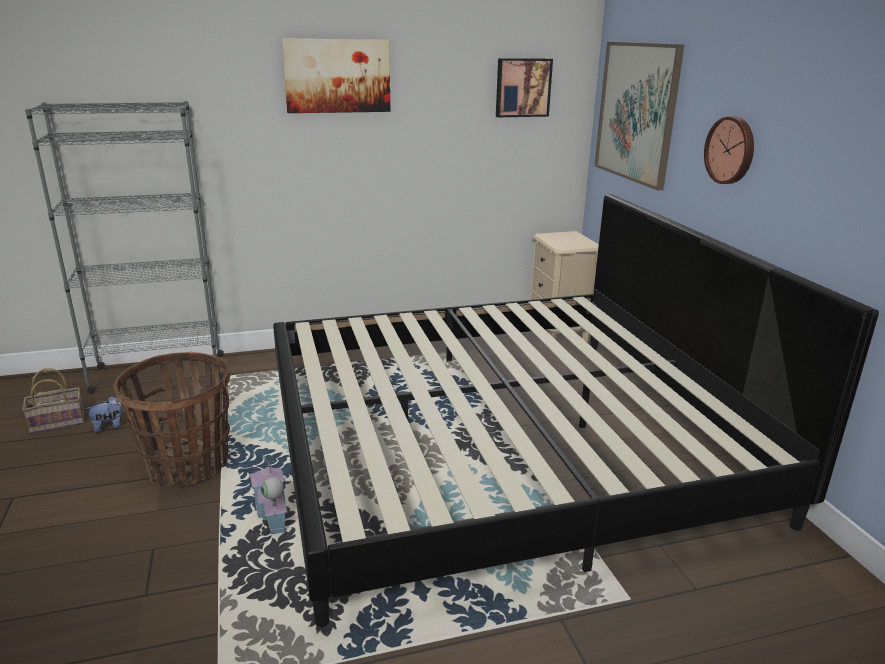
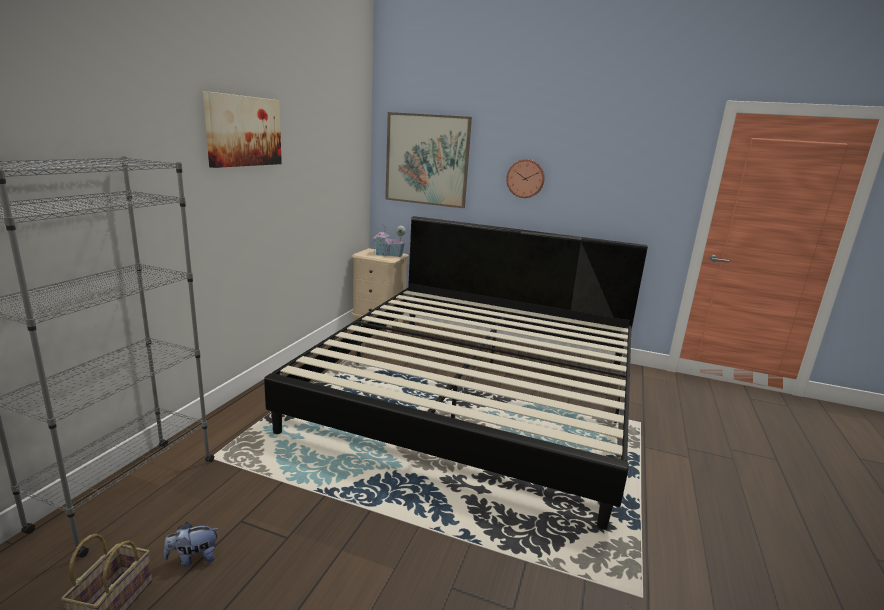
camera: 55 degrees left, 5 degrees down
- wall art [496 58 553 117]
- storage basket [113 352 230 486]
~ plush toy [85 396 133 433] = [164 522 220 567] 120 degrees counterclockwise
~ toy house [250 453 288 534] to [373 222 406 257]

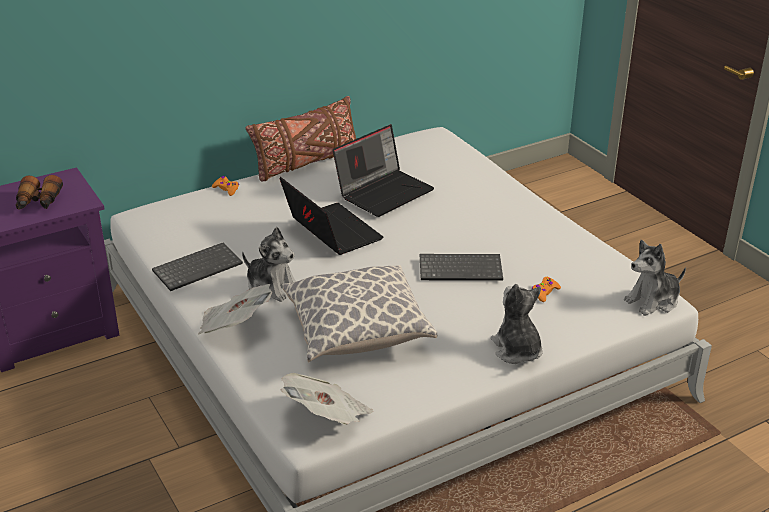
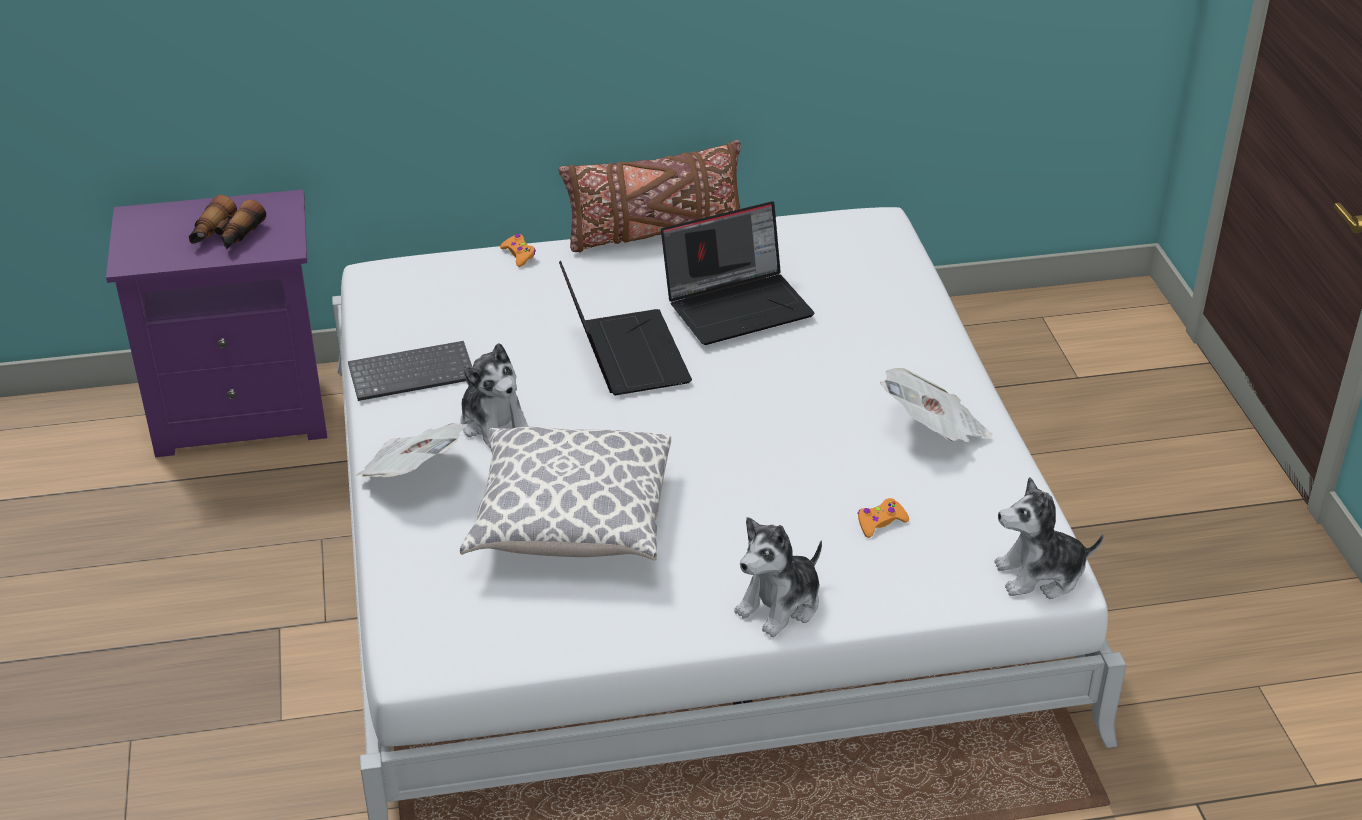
camera: 20 degrees right, 5 degrees up
- PC keyboard [420 254 503 280]
~ plush toy [491 284 543 364] = [734 517 822 637] 135 degrees counterclockwise
~ daily paper [281 373 373 425] to [880 368 992 442]

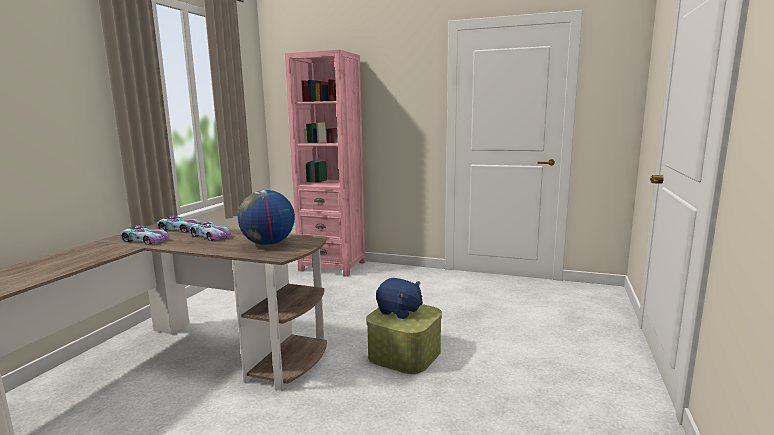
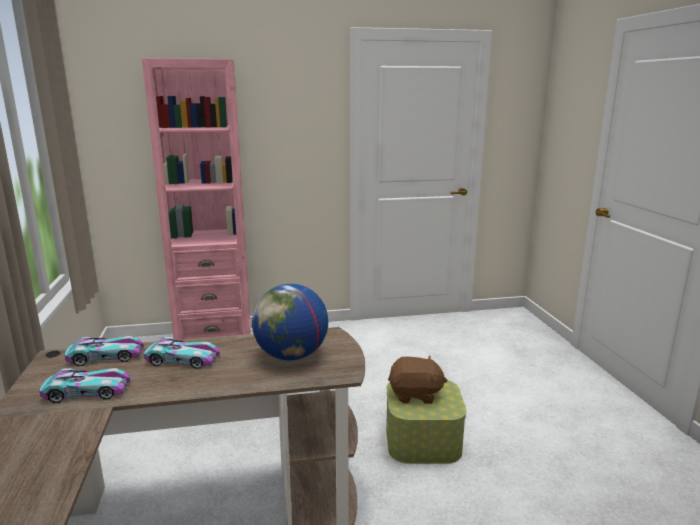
camera: 30 degrees left, 5 degrees up
~ blue plush toy [376 278 423 319] to brownish plush toy [388 356 447 404]

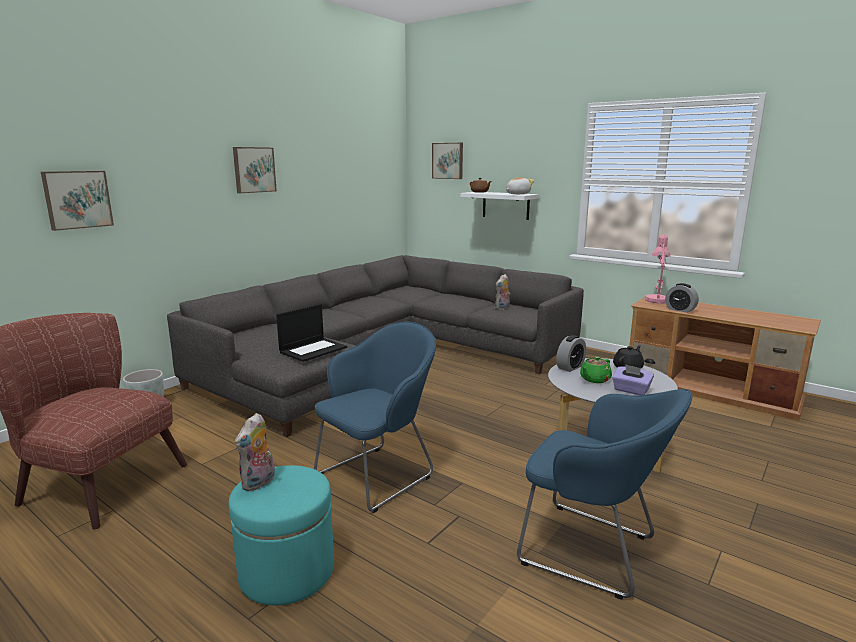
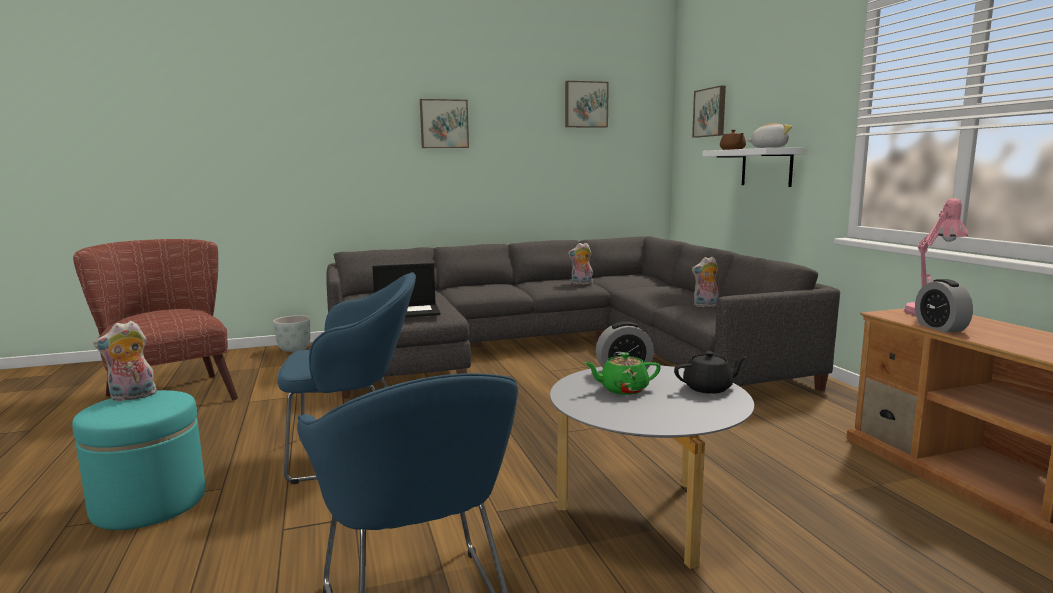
camera: 35 degrees right, 5 degrees down
~ wall art [41 171 114 231] to [565 81 609 128]
- purple box of tissues [612 364 654 395]
+ plush toy [568 243 593 285]

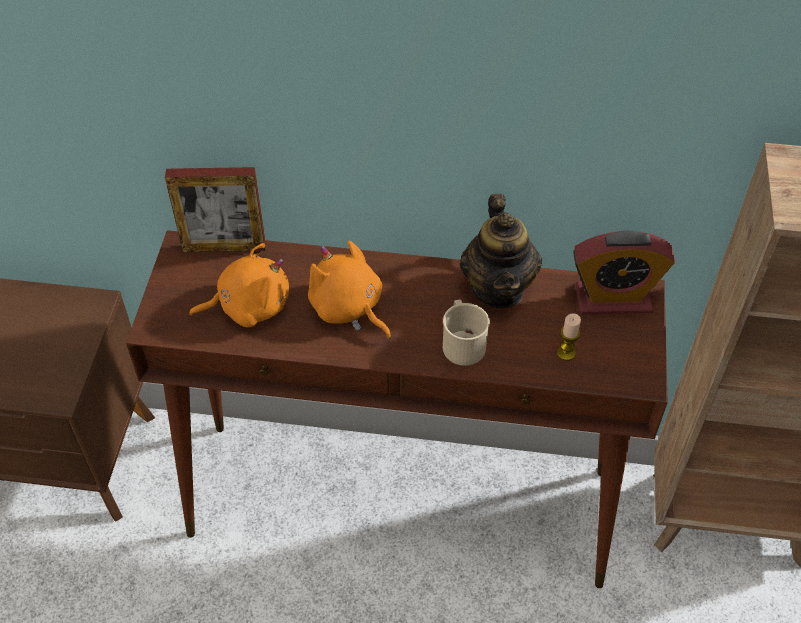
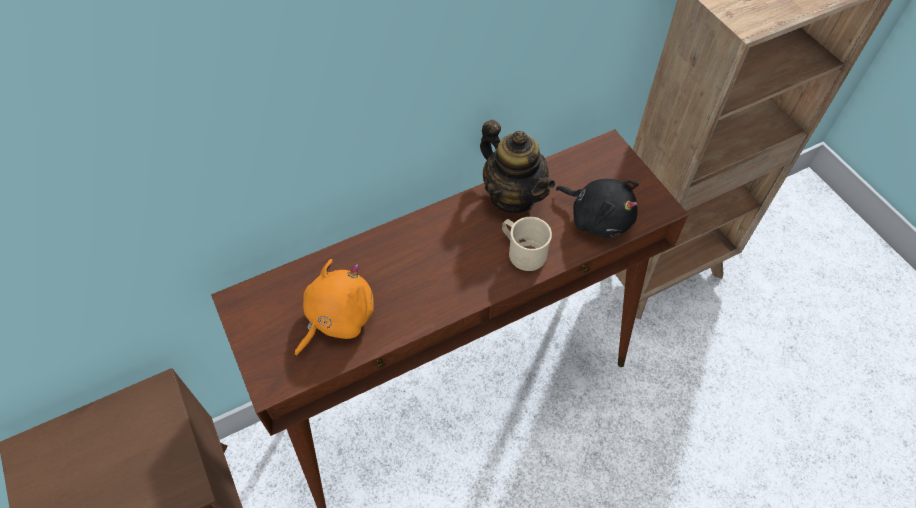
camera: 35 degrees left, 5 degrees up
- picture frame [165 167 266 252]
- bedside clock [573 230 675 314]
- orange plush toy [308 240 391 339]
~ wax candle [557 313 581 361] to black-coloured plush toy [556 179 639 238]

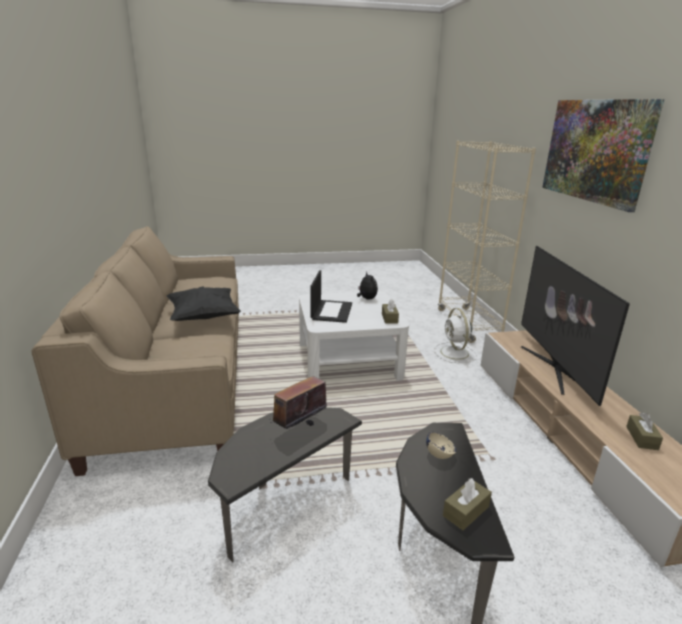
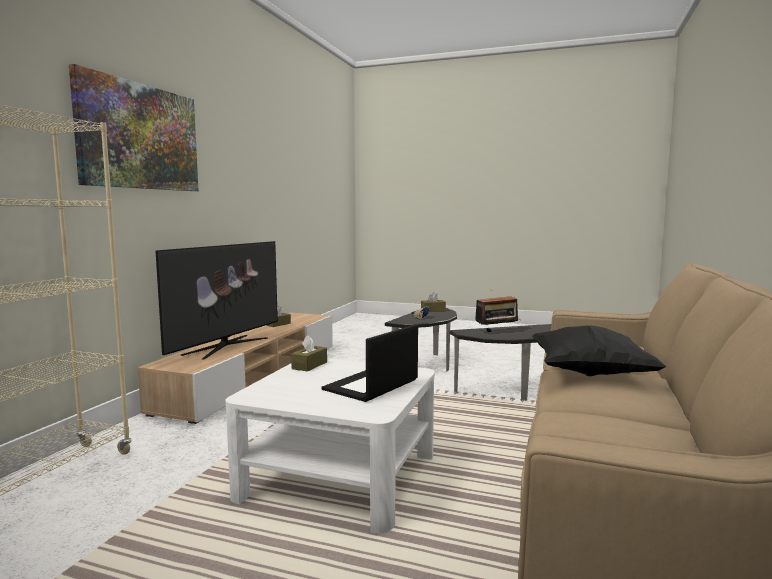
camera: 150 degrees left, 15 degrees down
- plush toy [357 272 378 300]
- whitish fan [434 308 477 363]

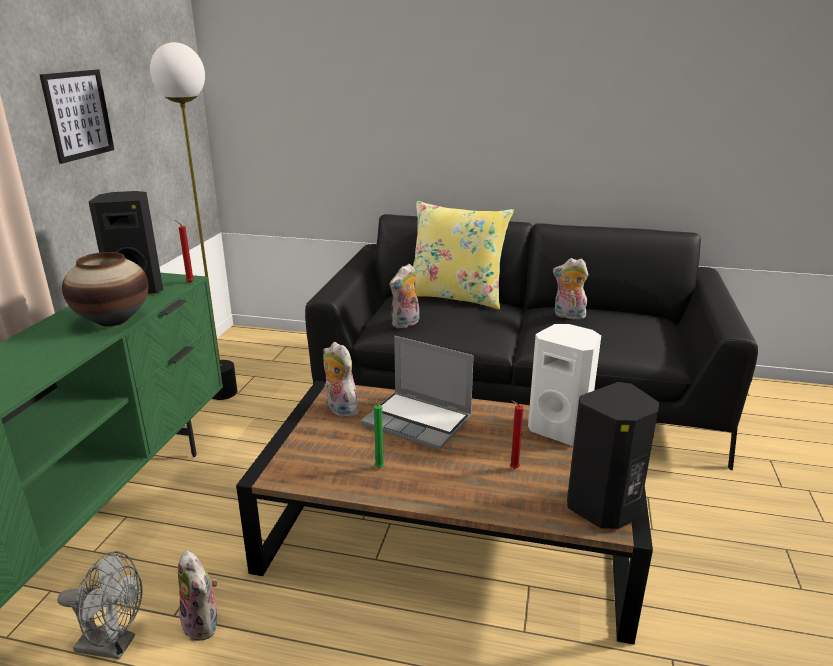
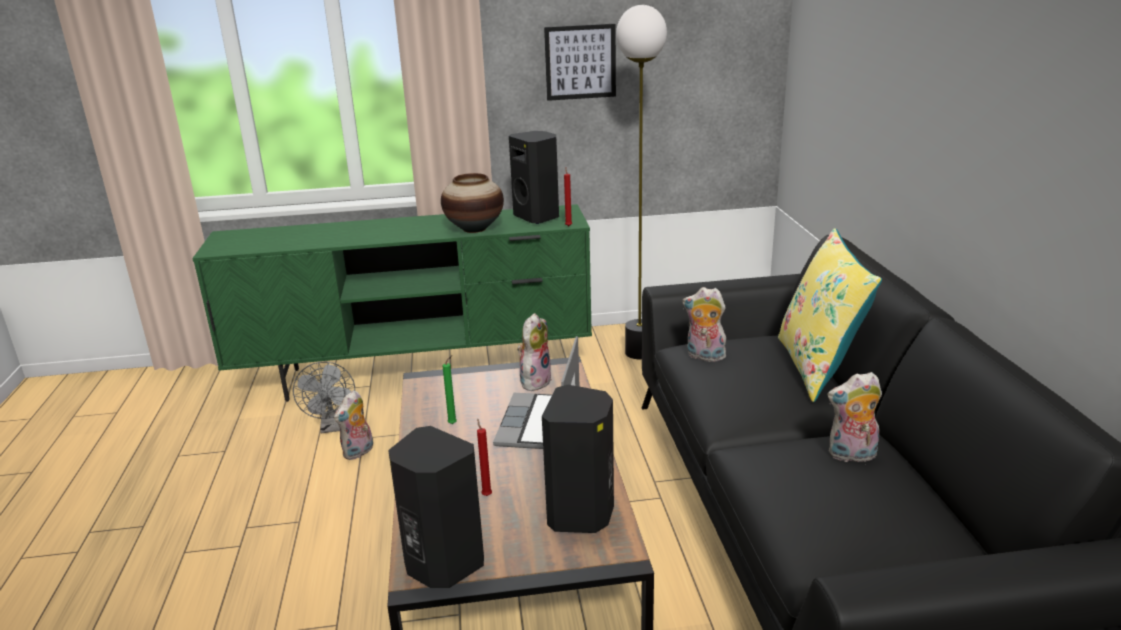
camera: 70 degrees right, 0 degrees up
~ plush toy [553 258 589 319] = [827 372 882 464] 90 degrees counterclockwise
~ whitish loudspeaker [528 324 601 446] to black-coloured loudspeaker [542 385 614 533]

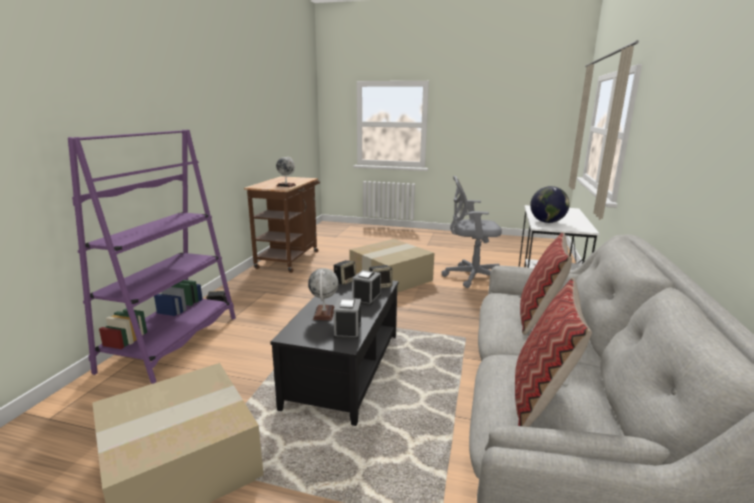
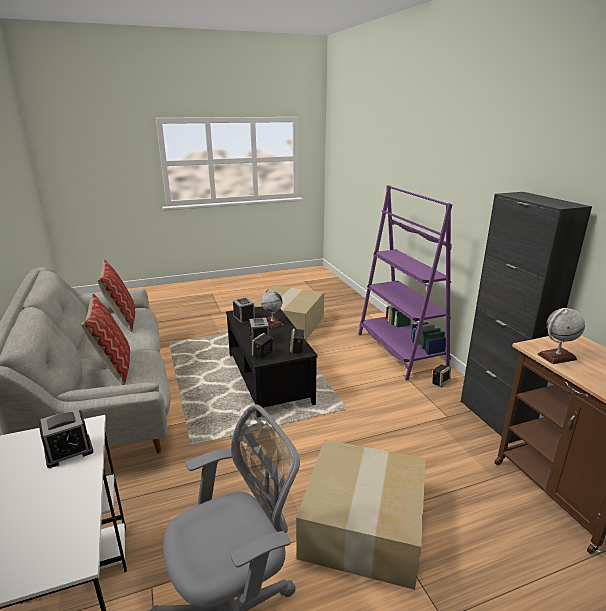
camera: 145 degrees right, 5 degrees up
~ world globe [530 186 570 223] to bedside clock [39 408 94 468]
+ black-coloured storage cabinet [461 192 592 443]

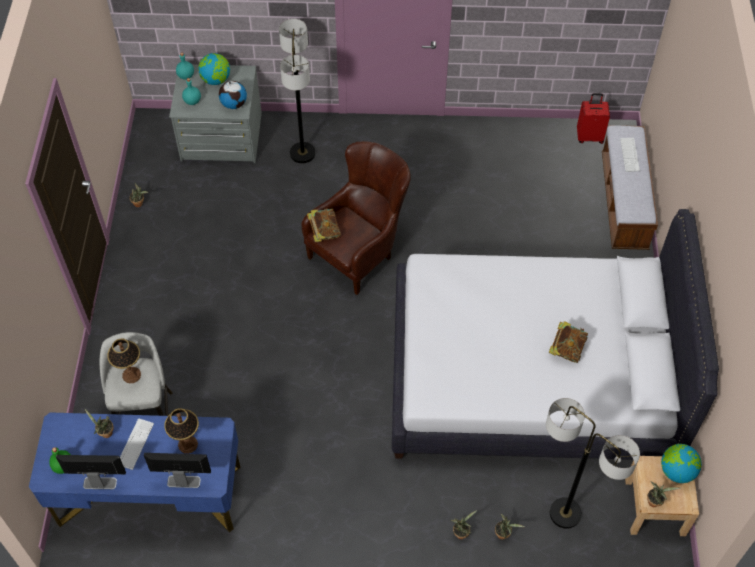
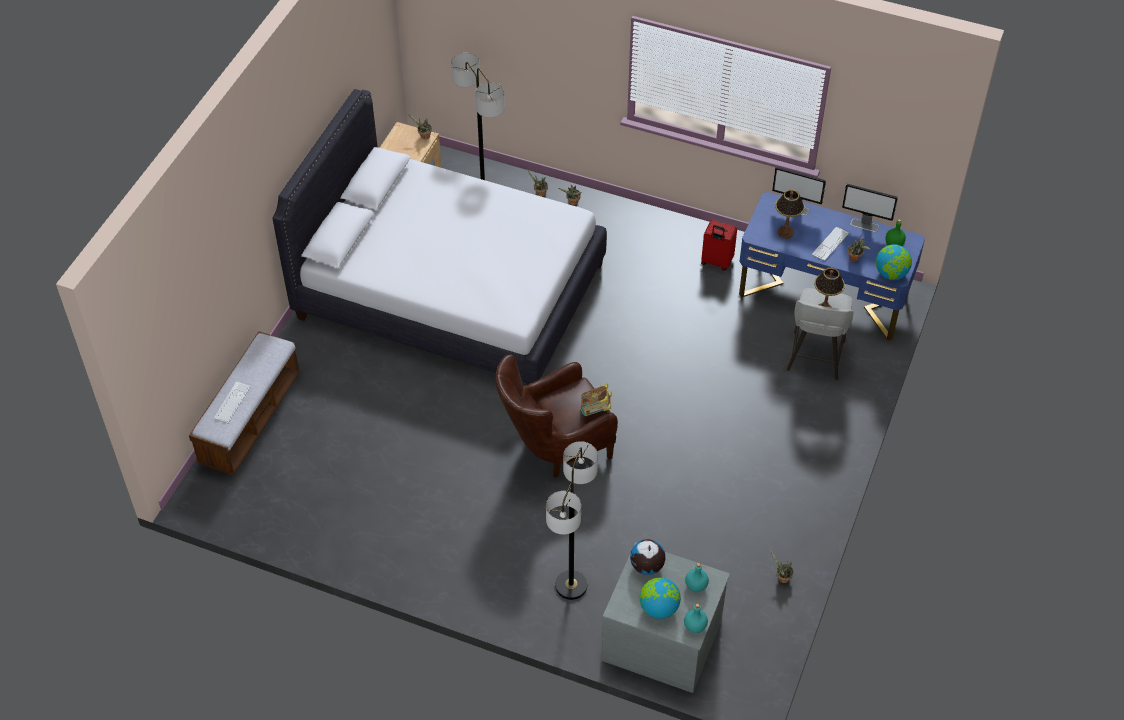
camera: 160 degrees left, 5 degrees down
~ red-coloured travel case [577 93 610 144] to [701 220 737 271]
- bound book [549 321 588 363]
~ world globe [661 444 702 483] to [876 244 912 280]

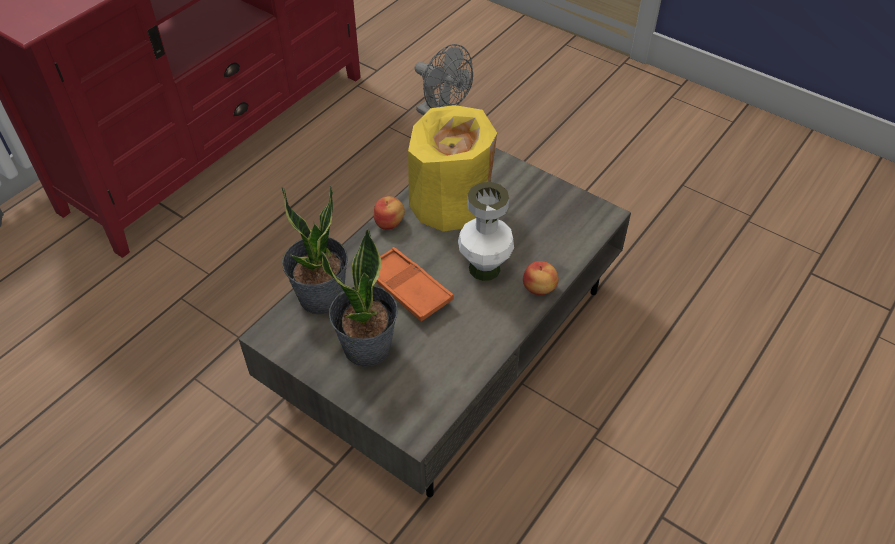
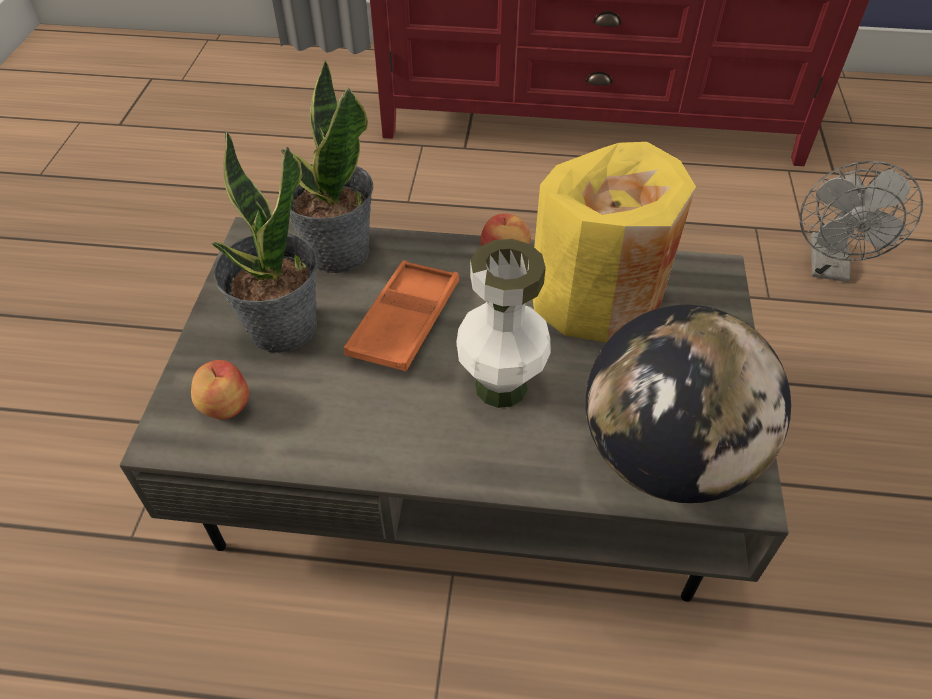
camera: 60 degrees right, 0 degrees up
~ apple fruit [523 261 559 295] to [191 360 249 420]
+ world globe [586 305 791 503]

